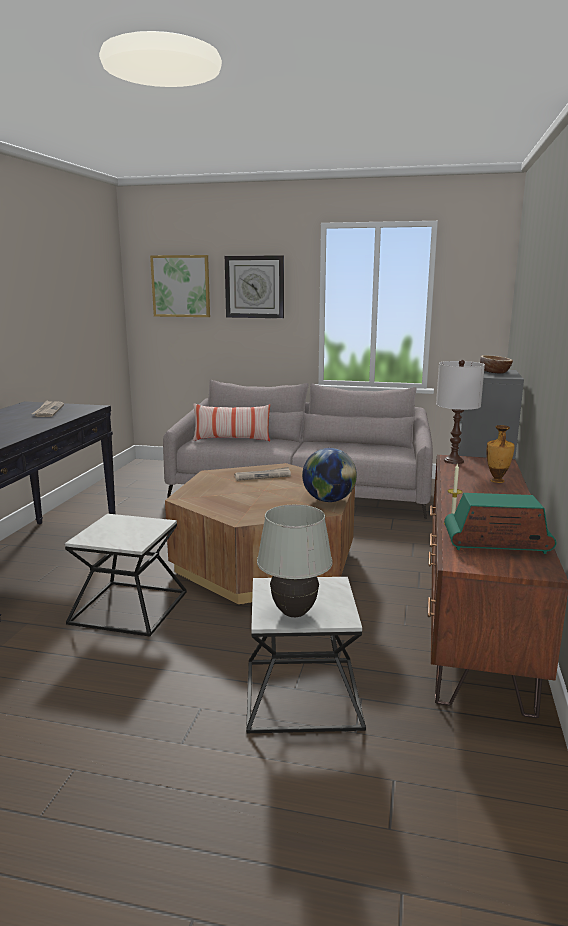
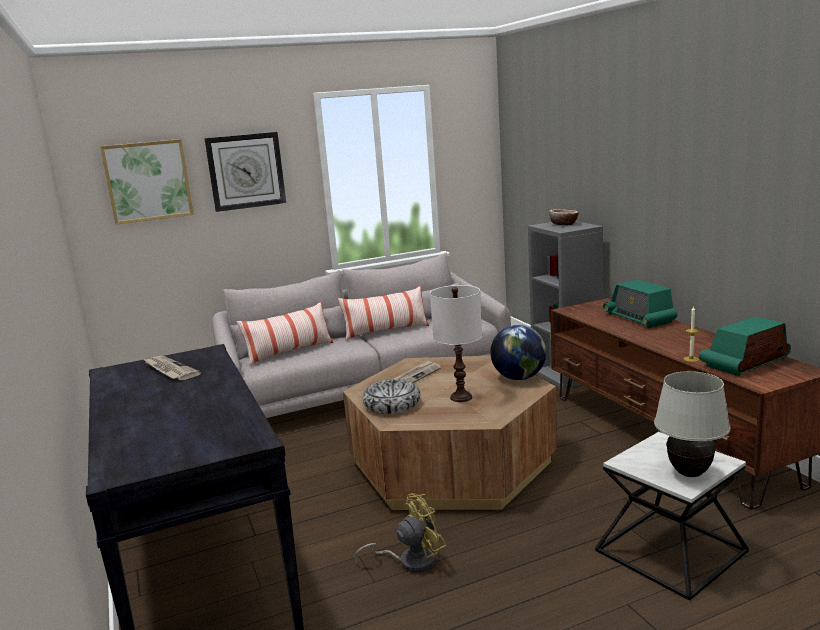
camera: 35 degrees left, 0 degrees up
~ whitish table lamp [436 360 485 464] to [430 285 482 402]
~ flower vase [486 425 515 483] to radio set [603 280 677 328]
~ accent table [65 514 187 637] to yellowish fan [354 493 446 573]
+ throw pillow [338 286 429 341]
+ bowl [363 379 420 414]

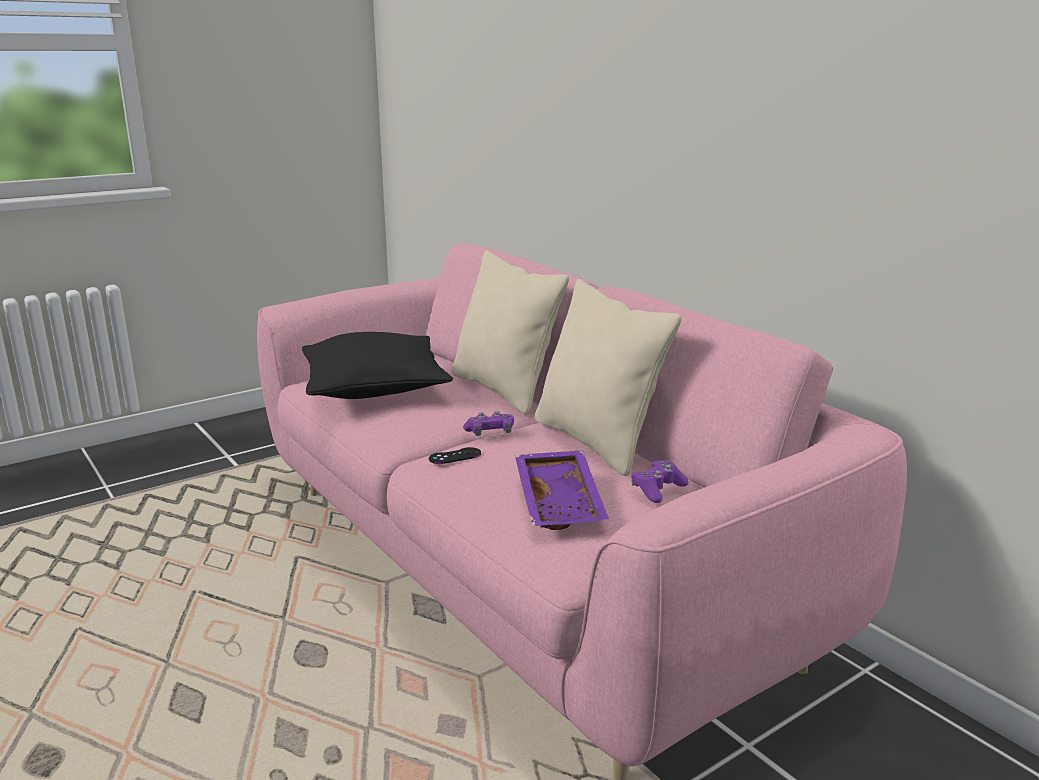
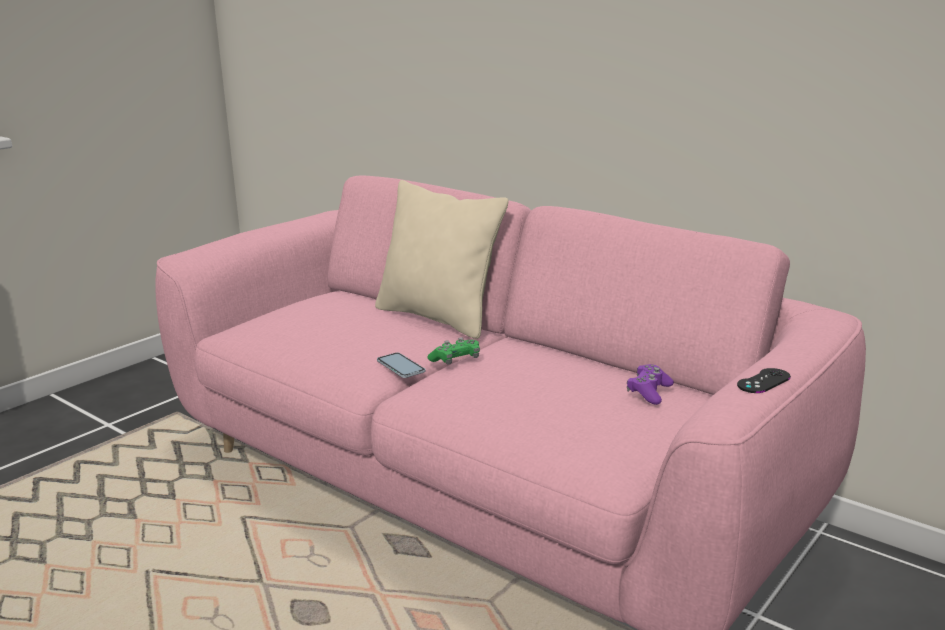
camera: 15 degrees left, 0 degrees up
- beige throw pillow [534 279 681 476]
- black-coloured throw pillow [302 332 453 399]
~ purple gamepad [463 411 514 436] to greenish gamepad [427 337 480 364]
~ black-coloured gamepad [429 447 481 464] to [737 368 791 393]
- purple serving tray [515 450 609 530]
+ phone [377 352 426 378]

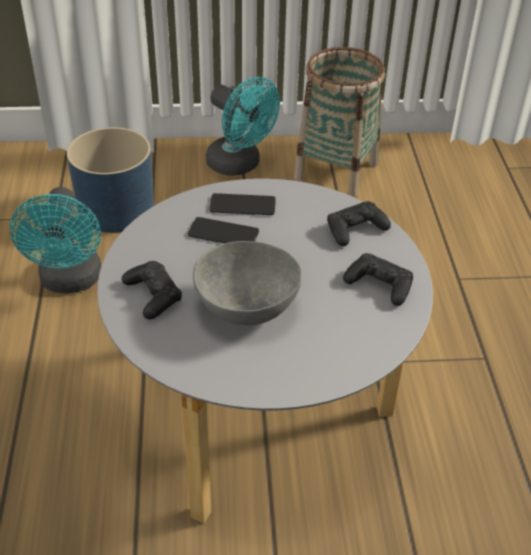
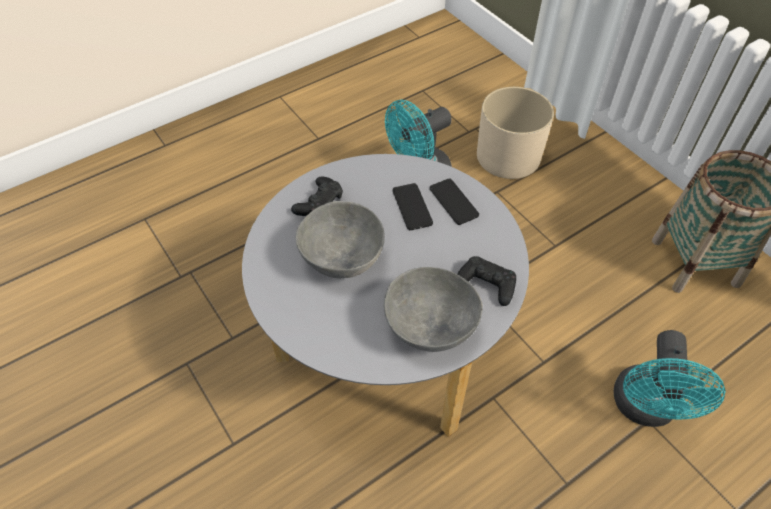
camera: 60 degrees right, 10 degrees up
~ turquoise-coloured fan [206 77 280 176] to [614 330 725 427]
~ blue planter [67 127 154 233] to beige planter [477 87 554 179]
~ black-coloured gamepad [343 253 413 306] to grey bowl [384 267 483 352]

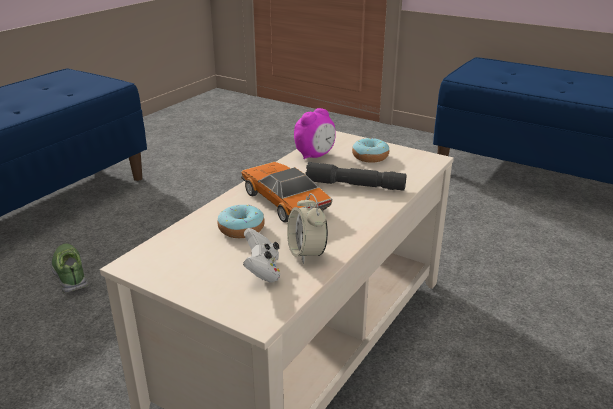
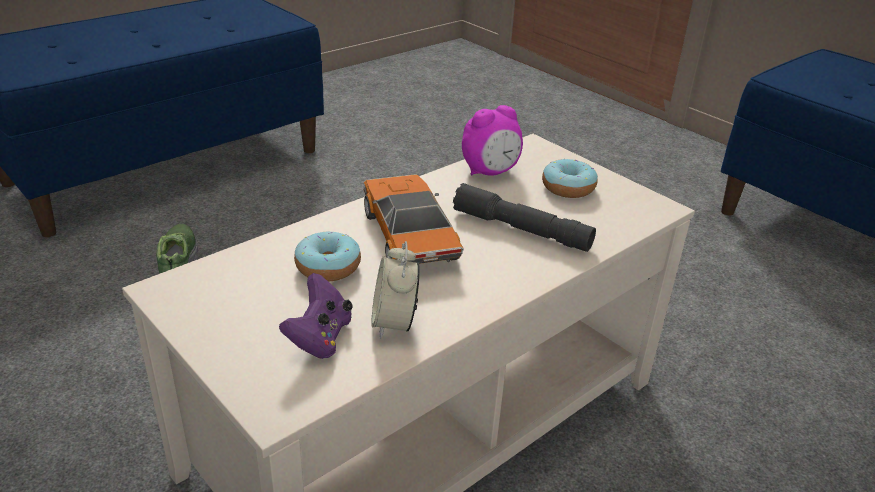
camera: 15 degrees right, 5 degrees up
~ whitish gamepad [243 228 280 283] to purple gamepad [279 273 353 359]

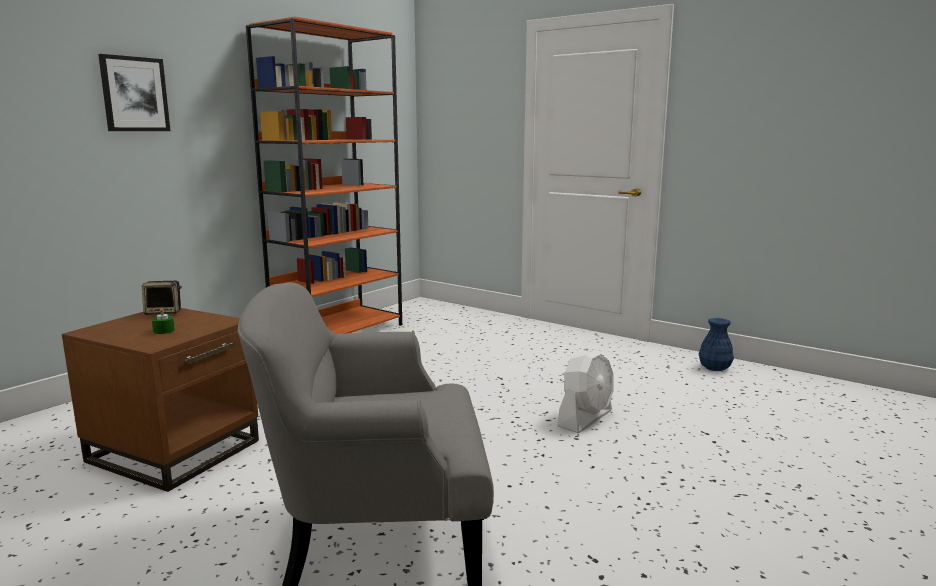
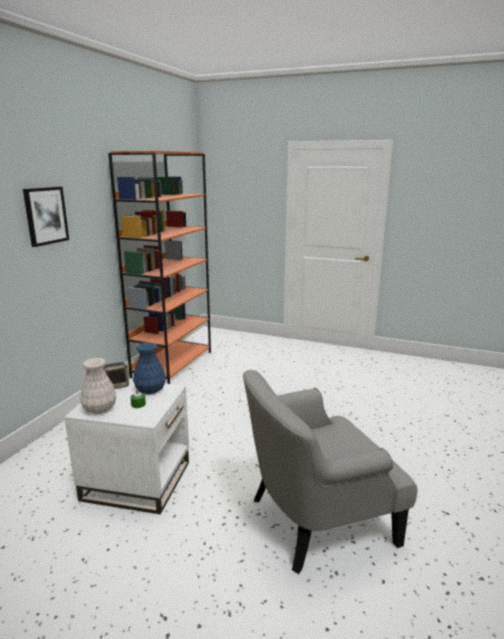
camera: 15 degrees left, 5 degrees up
~ brownish accent table [62 308 259 492] to whitish accent table [64 380 189 514]
~ blue flower vase [698 318 734 371] to [133 342 166 394]
- whitish fan [557 350 614 433]
+ whitish flower vase [80 358 116 414]

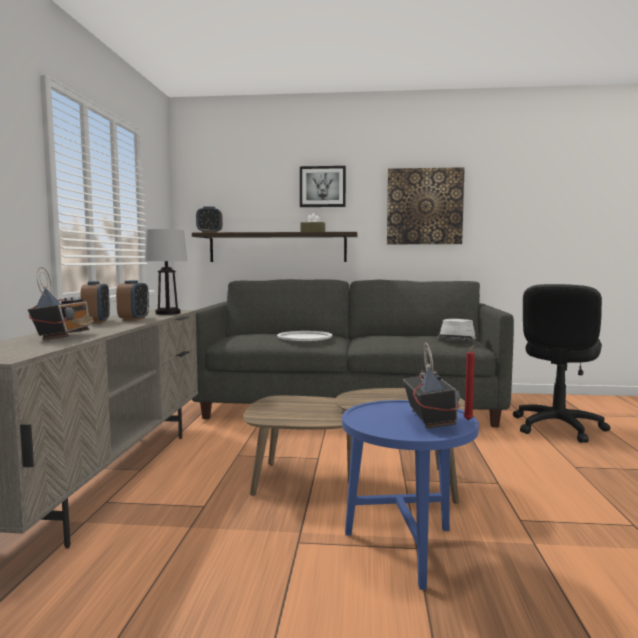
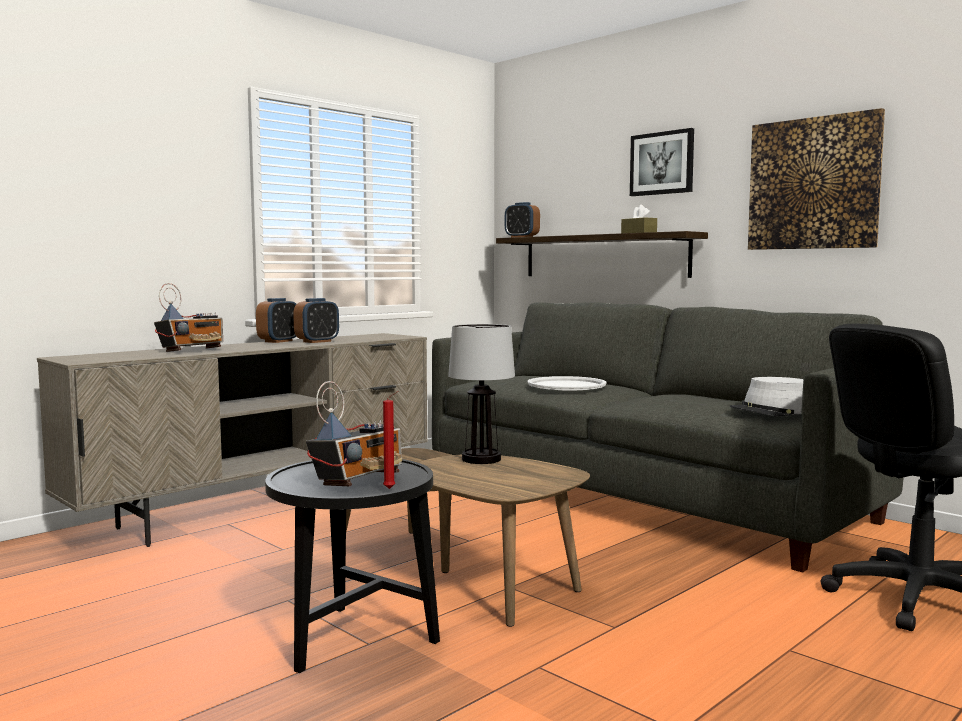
camera: 40 degrees right, 0 degrees up
~ table lamp [145 229 187 315] to [448 324 515 464]
~ blue accent table [342 400 479 590] to black-coloured accent table [265 459 440 673]

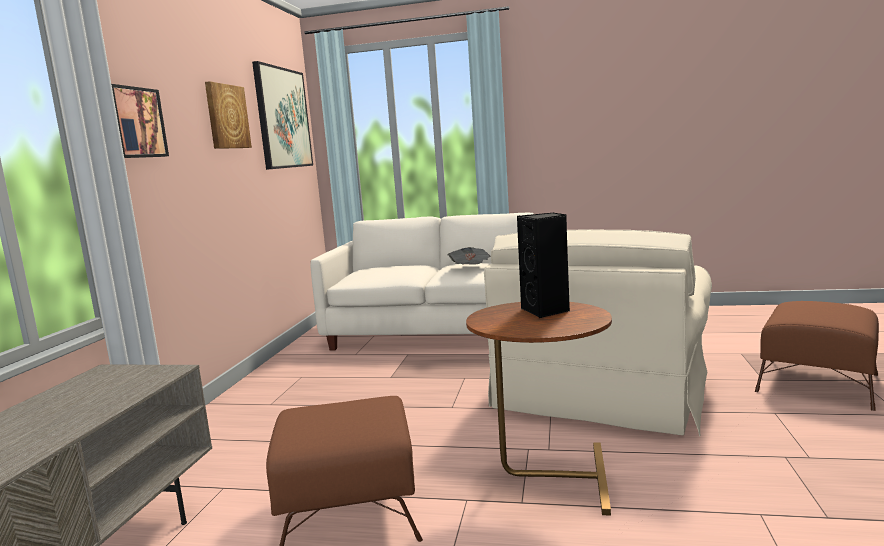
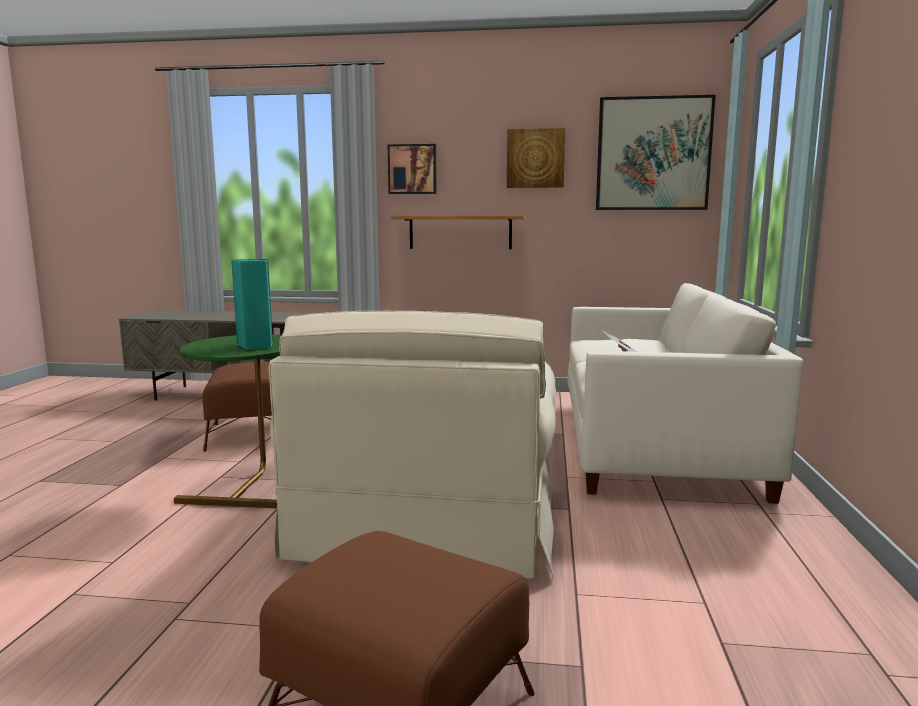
camera: 85 degrees right, 0 degrees up
~ black-coloured loudspeaker [517 213 570 318] to turquoise-coloured loudspeaker [231 259 273 350]
~ beige lounge chair [484 229 712 436] = [269 311 556 579] 105 degrees counterclockwise
~ brownish accent table [466 302 612 516] to greenish accent table [174 335 282 509]
+ shelf [391 216 525 249]

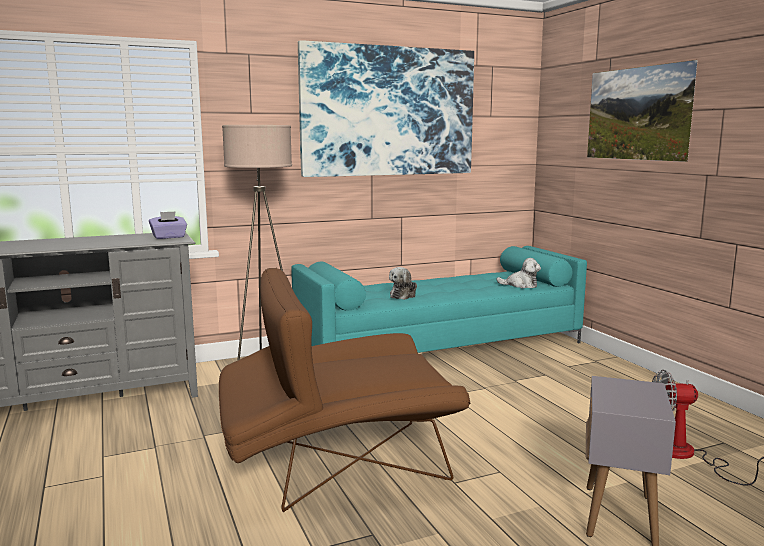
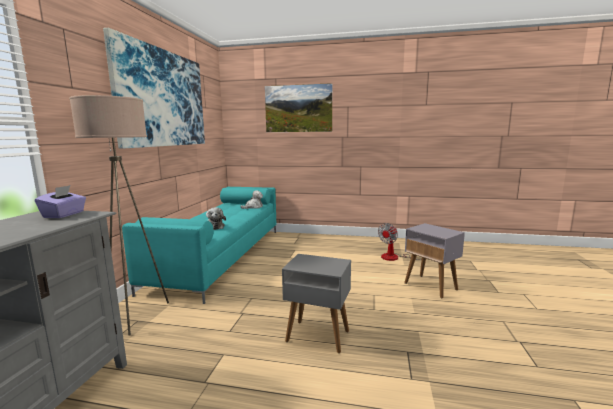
camera: 55 degrees left, 0 degrees up
~ brownish lounge chair [219 268 470 512] to grey accent table [282 254 351 353]

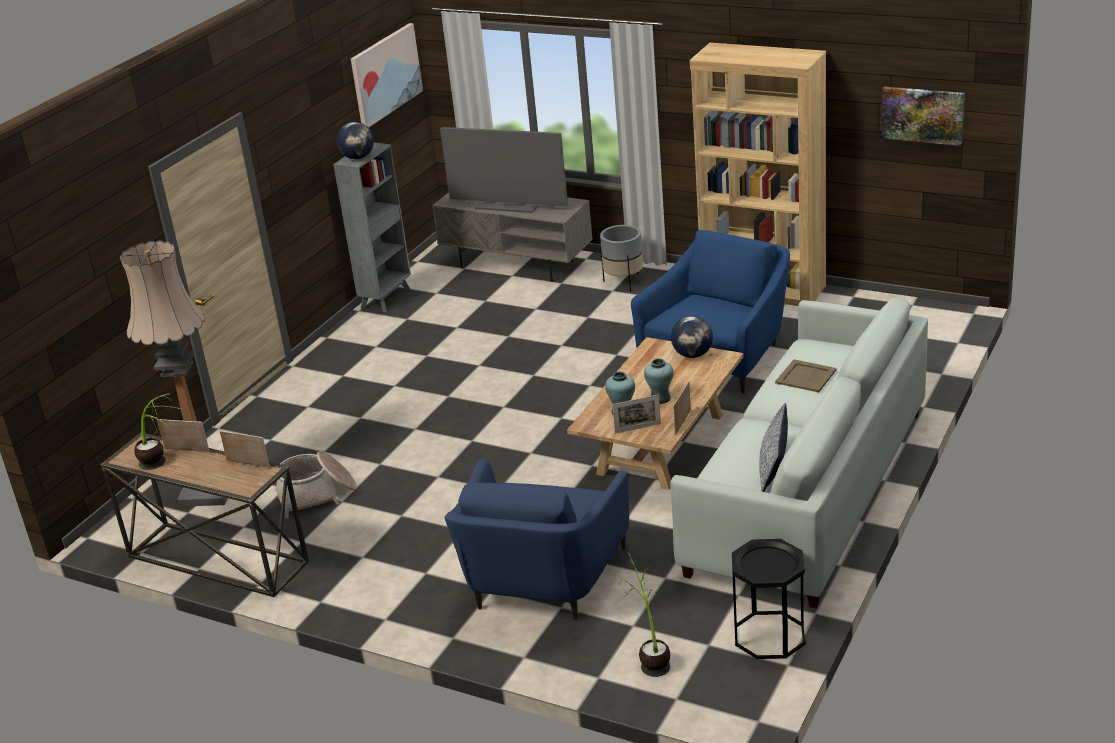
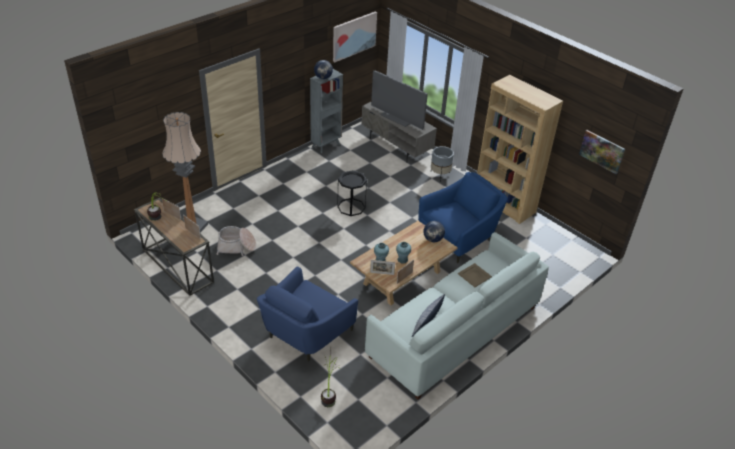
camera: 15 degrees right, 10 degrees up
~ black-coloured accent table [732 539 805 659] to [337 170 367 216]

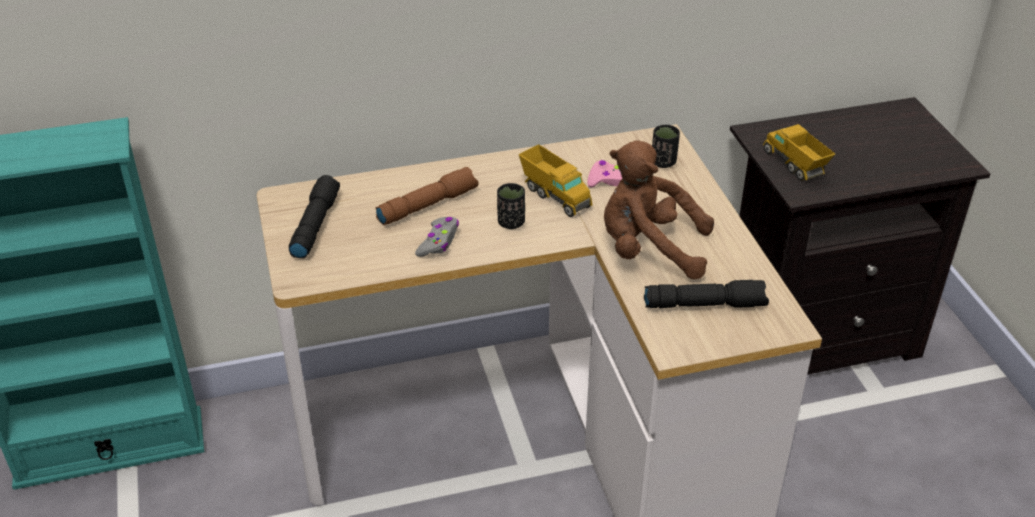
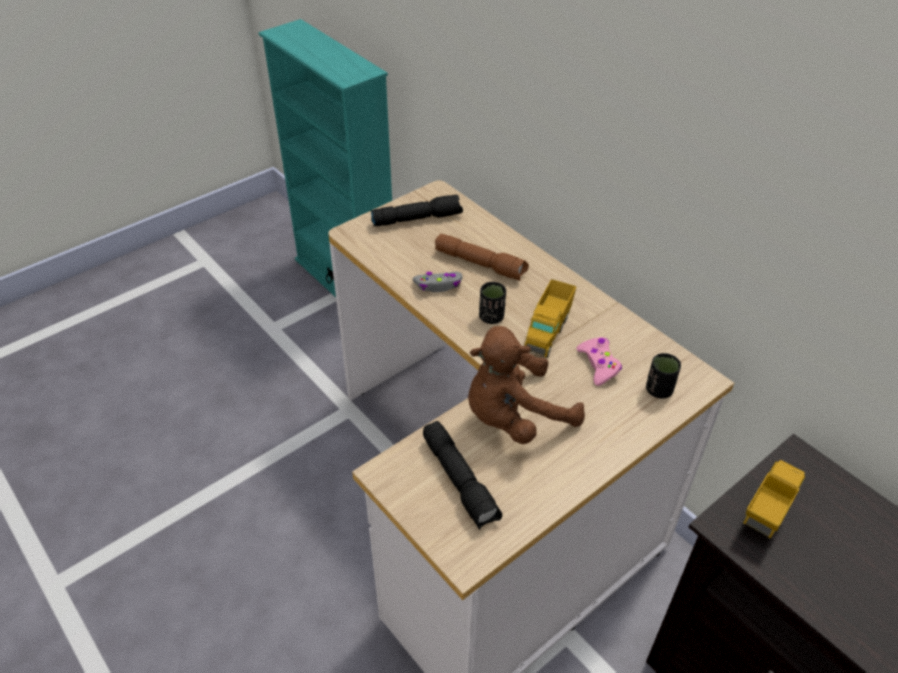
camera: 65 degrees right, 5 degrees up
~ brownish plush toy [604 140 714 279] = [468 326 585 444] 105 degrees counterclockwise

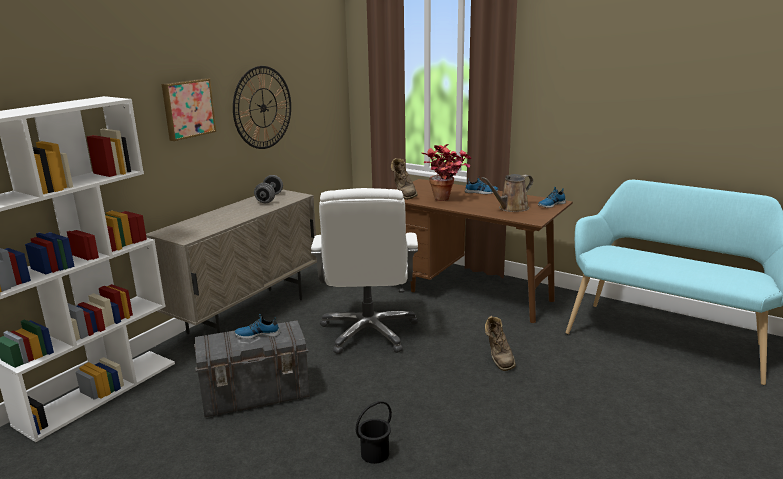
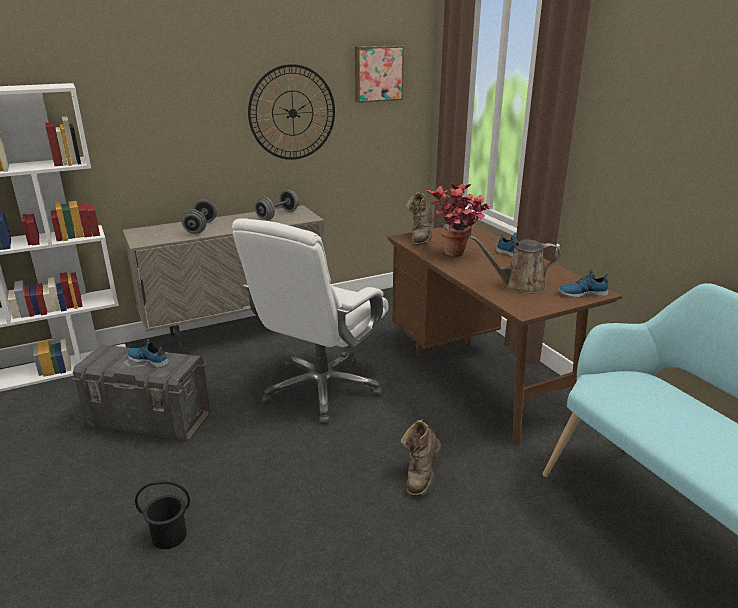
camera: 30 degrees right, 5 degrees up
~ wall art [162 78 216 141] to [355 45 404 103]
+ grey free weight [181 199 217 234]

